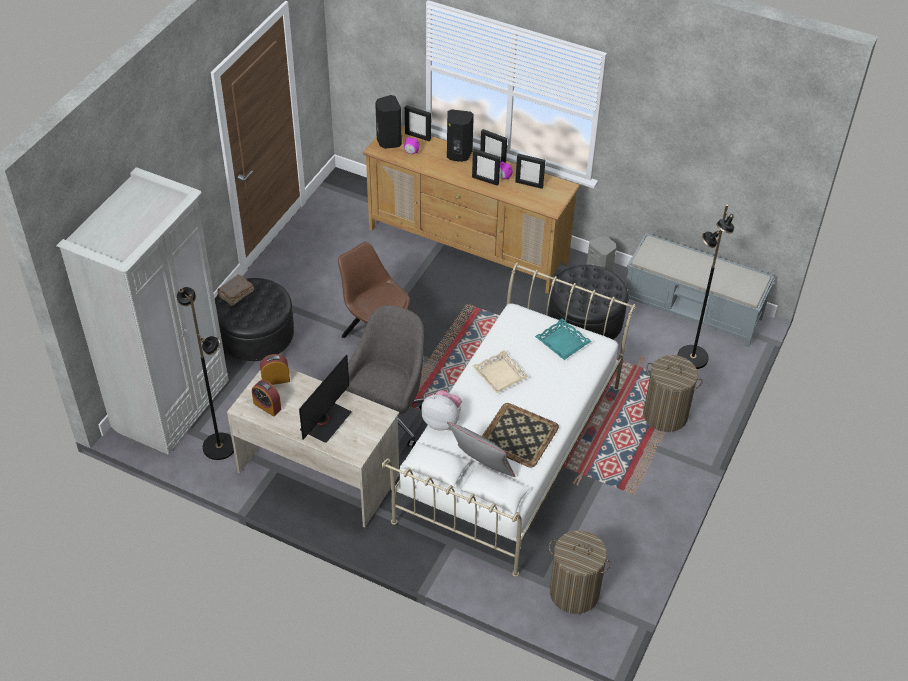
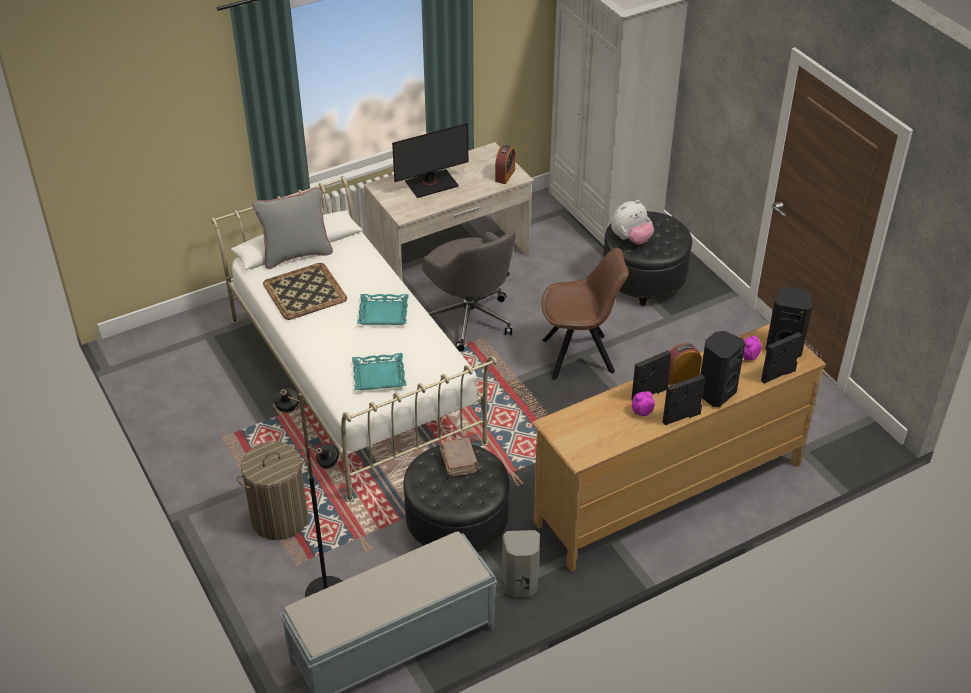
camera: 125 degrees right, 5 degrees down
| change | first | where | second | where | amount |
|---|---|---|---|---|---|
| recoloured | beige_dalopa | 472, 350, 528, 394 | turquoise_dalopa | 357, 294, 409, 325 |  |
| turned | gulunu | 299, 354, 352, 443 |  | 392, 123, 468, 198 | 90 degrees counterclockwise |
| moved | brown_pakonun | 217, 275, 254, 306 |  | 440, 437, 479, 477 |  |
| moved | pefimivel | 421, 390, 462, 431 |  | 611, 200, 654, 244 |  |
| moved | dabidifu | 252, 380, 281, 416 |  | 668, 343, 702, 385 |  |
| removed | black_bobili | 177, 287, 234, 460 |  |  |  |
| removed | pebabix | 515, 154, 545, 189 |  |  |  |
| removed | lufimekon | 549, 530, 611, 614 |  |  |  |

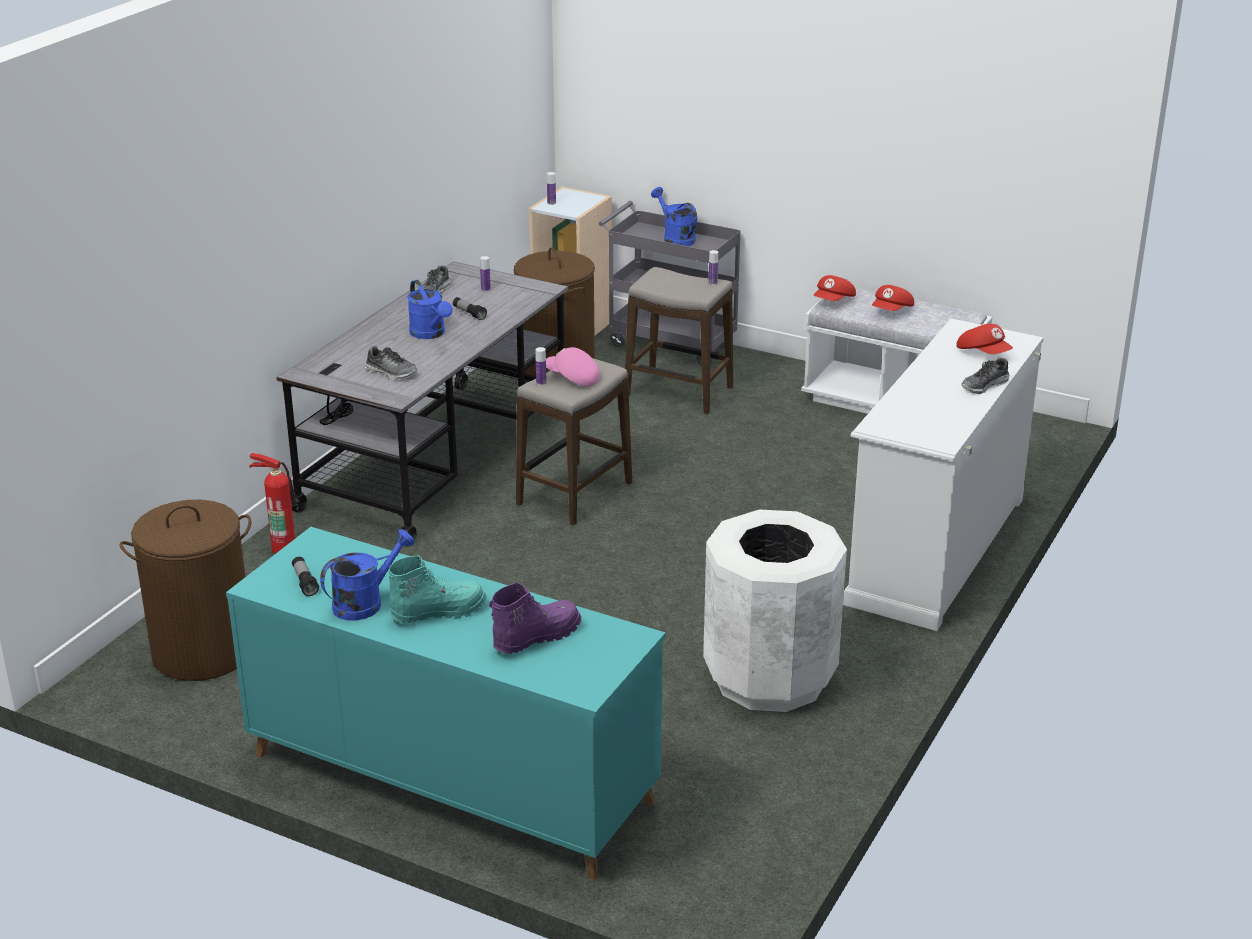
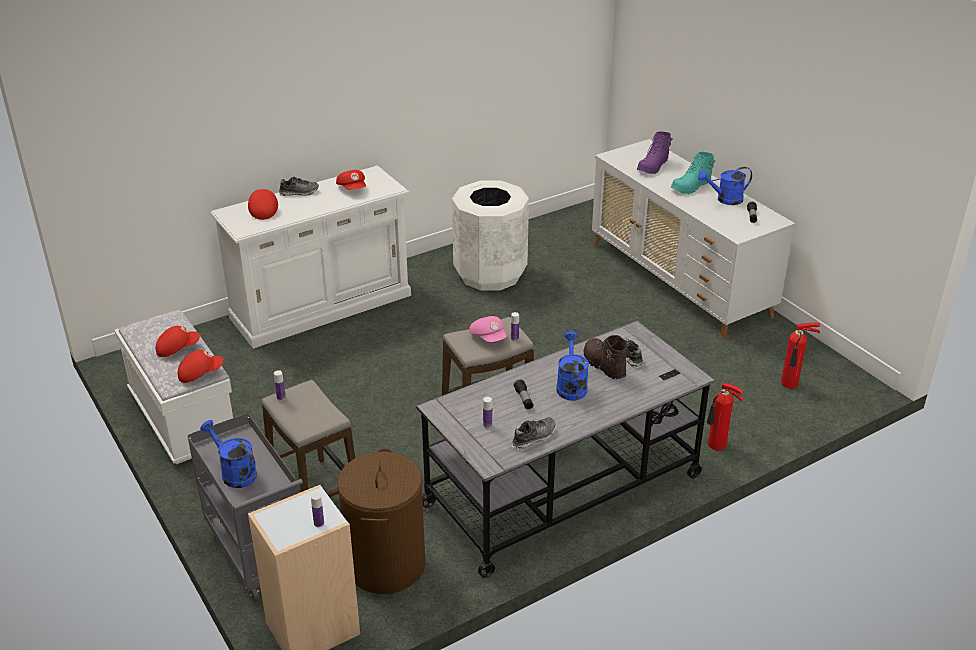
camera: 150 degrees left, 5 degrees up
| change | first | where | second | where | amount |
|---|---|---|---|---|---|
| turned | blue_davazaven | 651, 187, 697, 246 |  | 200, 420, 257, 488 | 135 degrees clockwise |
| added |  |  | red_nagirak | 336, 170, 366, 190 |  |
| added |  |  | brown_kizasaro | 583, 335, 629, 379 |  |
| recoloured | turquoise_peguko | 226, 527, 666, 880 | white_peguko | 592, 139, 795, 339 |  |
| turned | purple_kizasaro | 489, 582, 581, 654 |  | 636, 132, 673, 174 | 45 degrees counterclockwise |
| turned | turquoise_kizasaro | 388, 555, 487, 623 |  | 671, 152, 715, 194 | 45 degrees counterclockwise |
| replaced | brown_lufimekon | 120, 500, 251, 681 | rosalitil | 781, 323, 820, 388 |  |

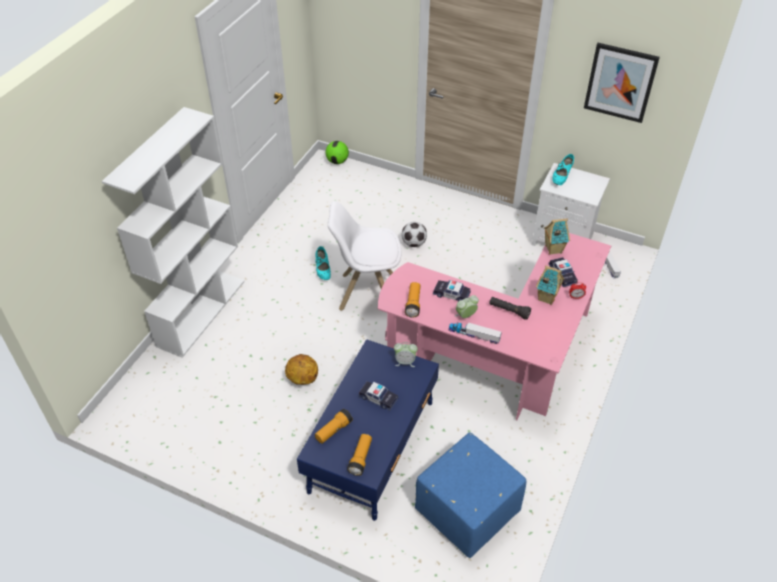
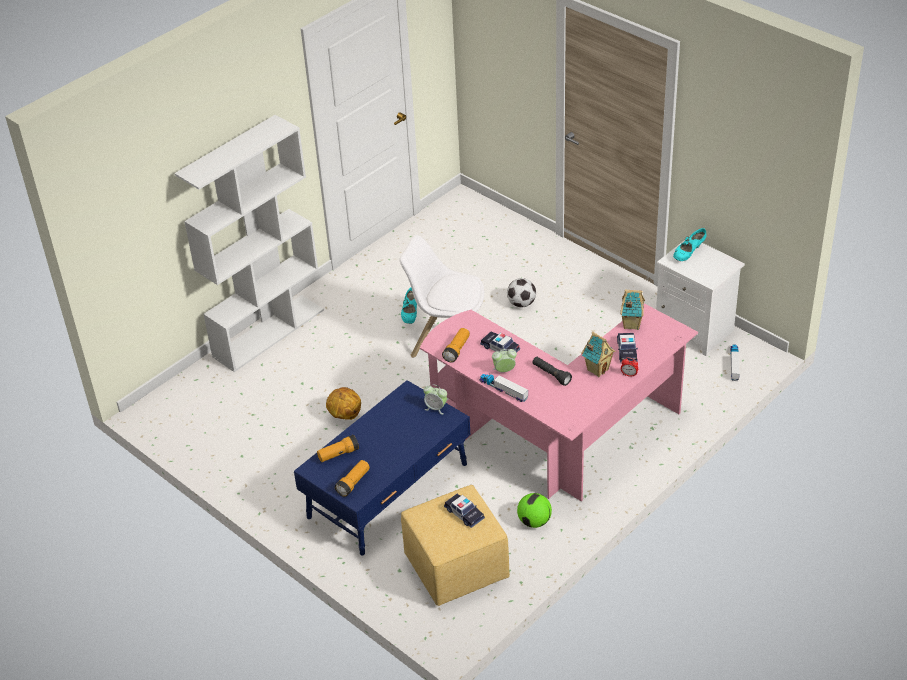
camera: 20 degrees right, 5 degrees down
| change | first | where | second | where | amount |
|---|---|---|---|---|---|
| recoloured | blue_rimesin | 415, 433, 526, 558 | yellow_rimesin | 401, 485, 510, 606 |  |
| moved | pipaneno | 358, 381, 398, 410 |  | 444, 494, 485, 528 |  |
| moved | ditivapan | 326, 141, 349, 164 |  | 517, 493, 552, 528 |  |
| removed | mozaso | 584, 43, 660, 123 |  |  |  |

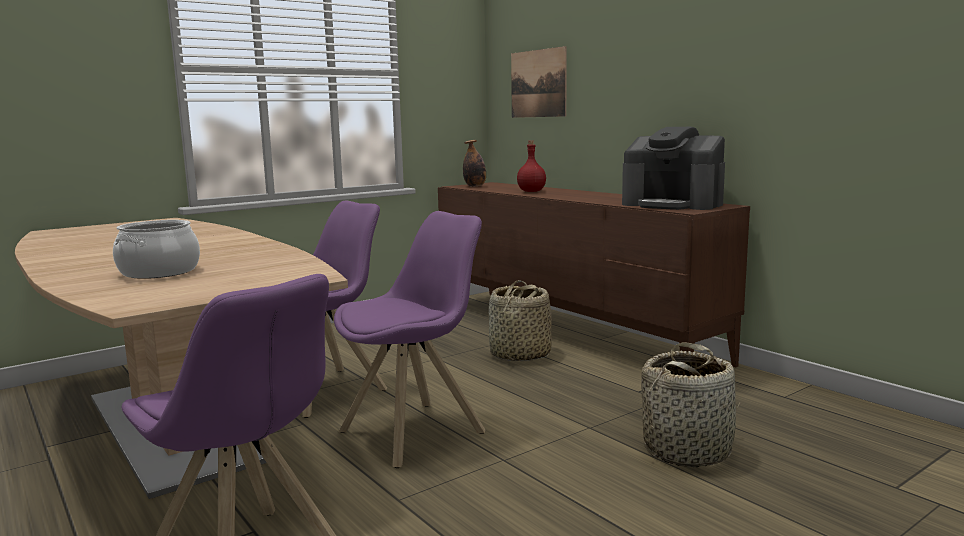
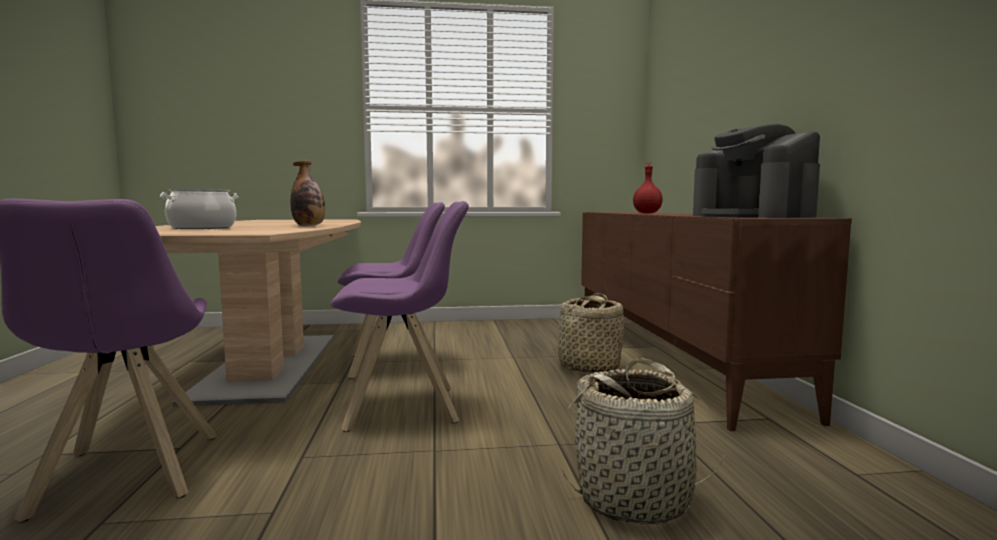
camera: 30 degrees right, 5 degrees down
| change | first | where | second | where | amount |
|---|---|---|---|---|---|
| moved | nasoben | 463, 140, 486, 187 |  | 290, 161, 325, 226 |  |
| removed | mozaso | 511, 46, 567, 118 |  |  |  |

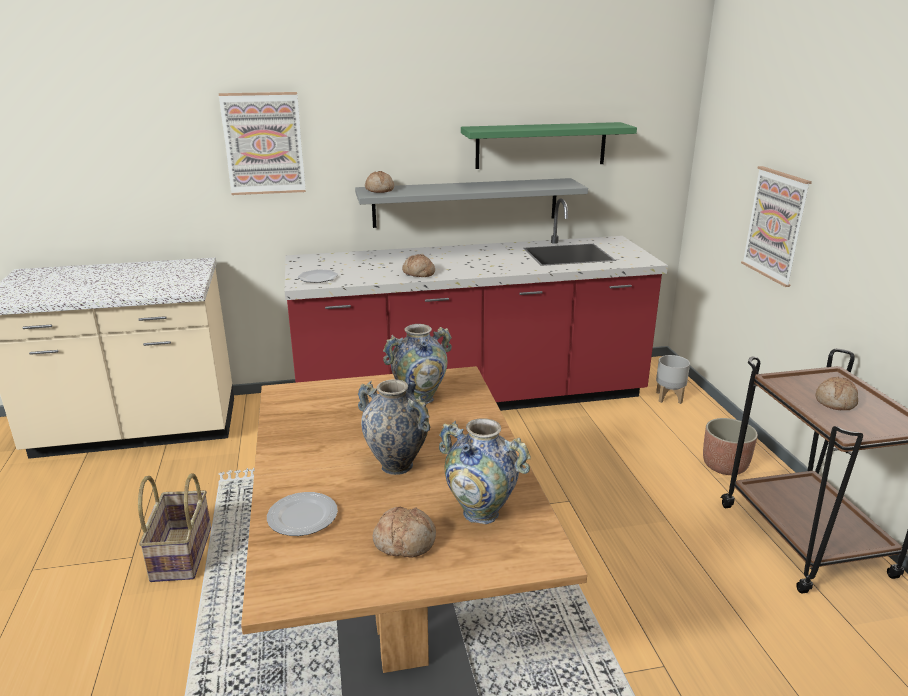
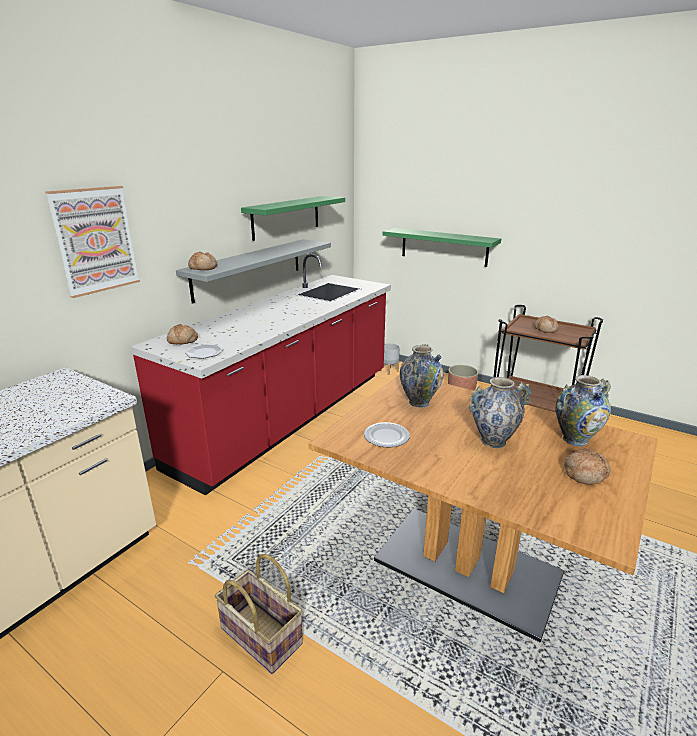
camera: 45 degrees left, 0 degrees up
| change | first | where | second | where | amount |
|---|---|---|---|---|---|
| moved | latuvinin | 402, 254, 435, 277 |  | 167, 324, 198, 344 |  |
| moved | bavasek | 267, 492, 338, 536 |  | 364, 422, 410, 447 |  |
| replaced | mozaso | 741, 166, 812, 287 | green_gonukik | 382, 228, 501, 267 |  |

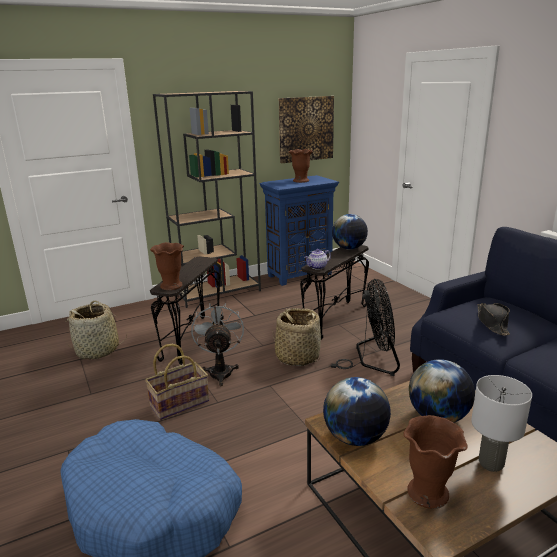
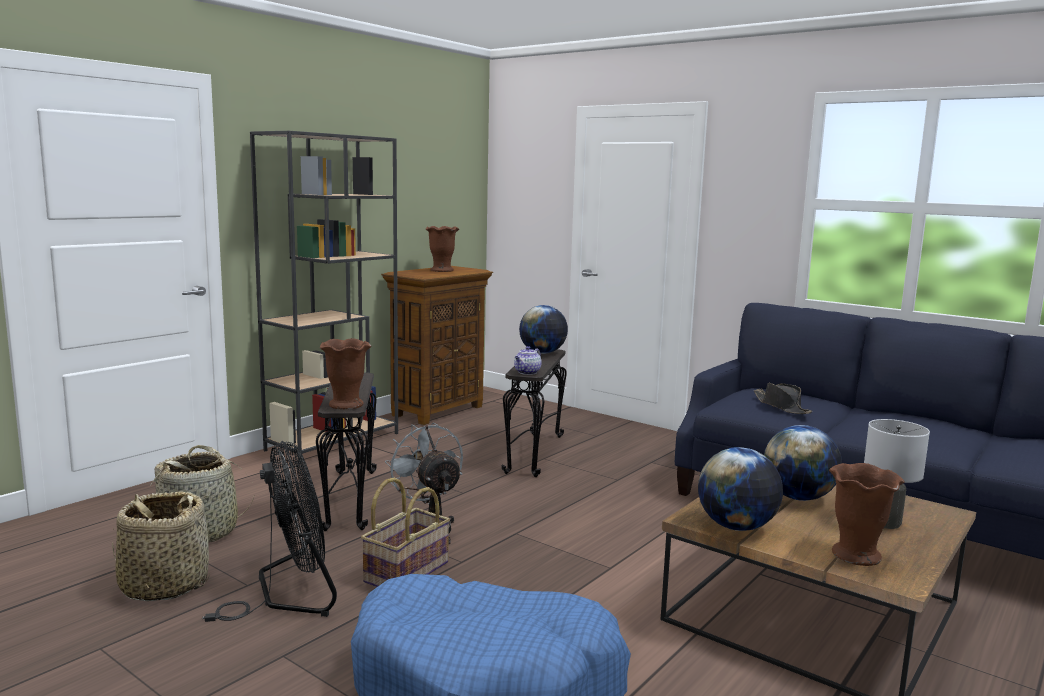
camera: 25 degrees left, 10 degrees down
| change | first | where | second | where | amount |
|---|---|---|---|---|---|
| moved | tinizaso | 273, 308, 321, 366 |  | 112, 491, 210, 601 |  |
| moved | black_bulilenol | 330, 279, 400, 376 |  | 202, 441, 337, 622 |  |
| recoloured | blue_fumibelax | 259, 175, 339, 286 | brown_fumibelax | 381, 266, 493, 425 |  |
| removed | mozaso | 279, 96, 334, 163 |  |  |  |

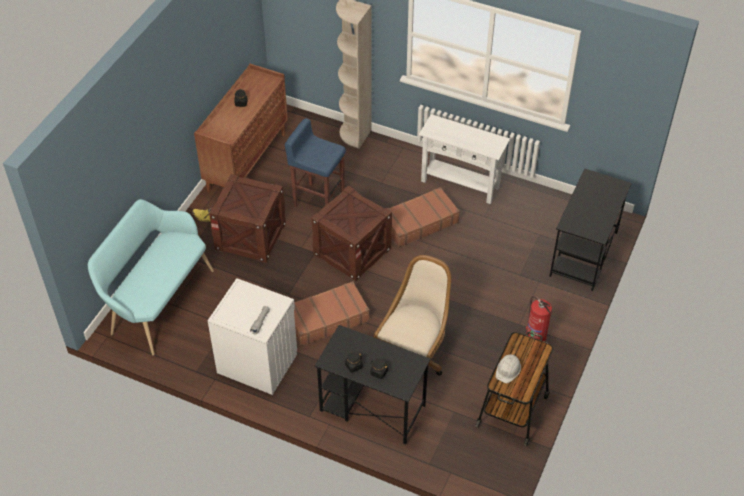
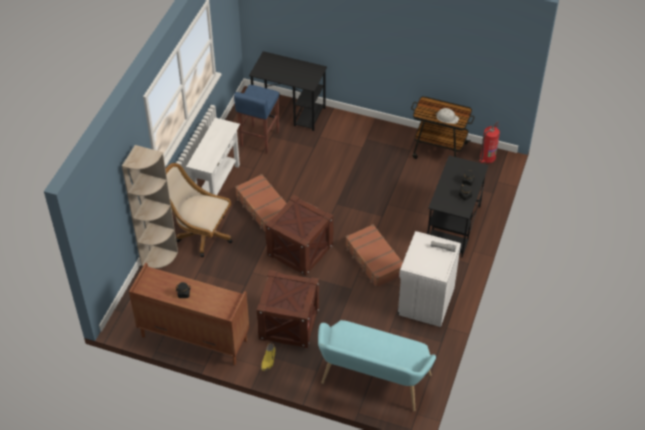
camera: 95 degrees left, 0 degrees up
| change | first | where | second | where | amount |
|---|---|---|---|---|---|
| moved | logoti | 374, 255, 451, 376 |  | 165, 163, 233, 257 |  |
| moved | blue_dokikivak | 285, 118, 346, 207 |  | 234, 85, 279, 153 |  |
| moved | rosalitil | 526, 296, 552, 344 |  | 480, 121, 500, 163 |  |

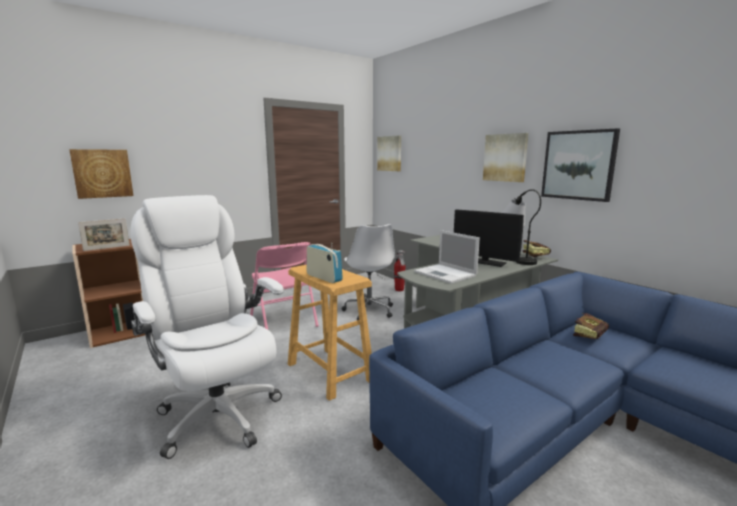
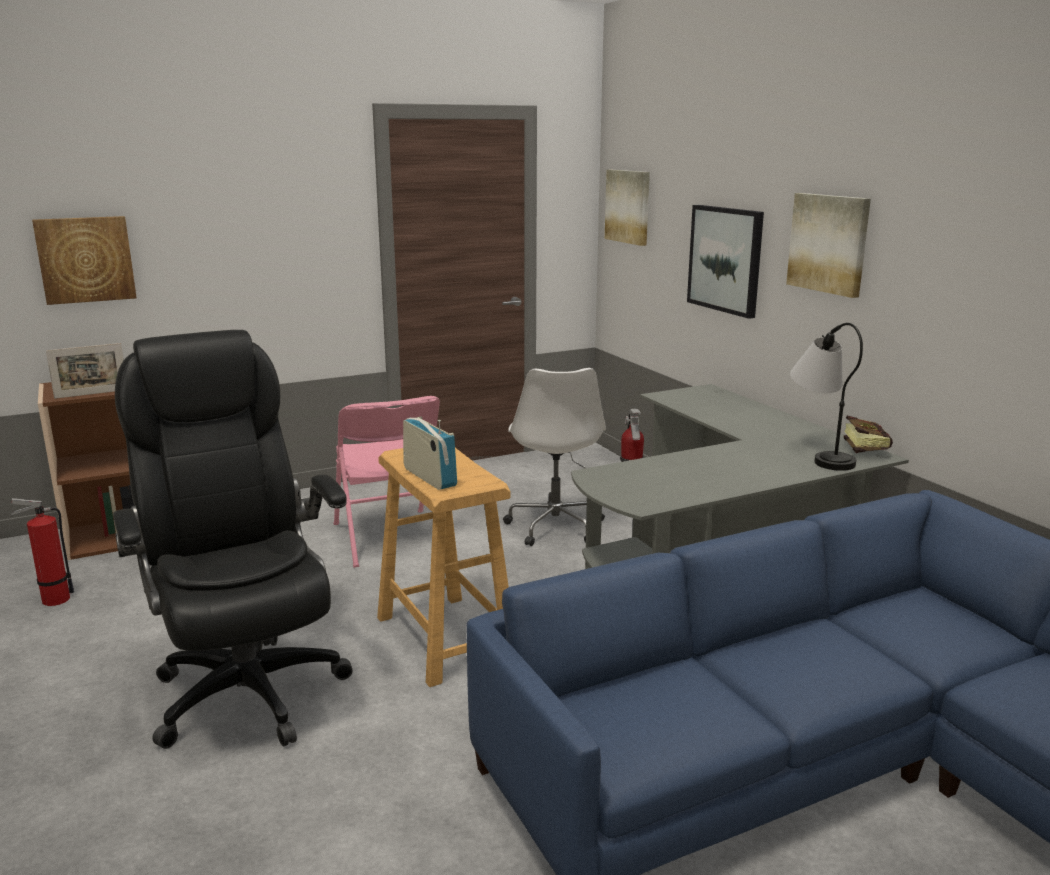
camera: 10 degrees right, 5 degrees up
| change | first | where | second | where | amount |
|---|---|---|---|---|---|
| added |  |  | rosalitil | 11, 498, 74, 606 |  |
| recoloured | white_logoti | 130, 195, 283, 459 | black_logoti | 113, 330, 353, 749 |  |
| moved | mozaso | 541, 128, 620, 202 |  | 687, 205, 764, 319 |  |
| removed | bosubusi | 414, 230, 480, 284 |  |  |  |
| removed | gulunu | 454, 209, 524, 267 |  |  |  |
| removed | pakonun | 573, 313, 609, 339 |  |  |  |

